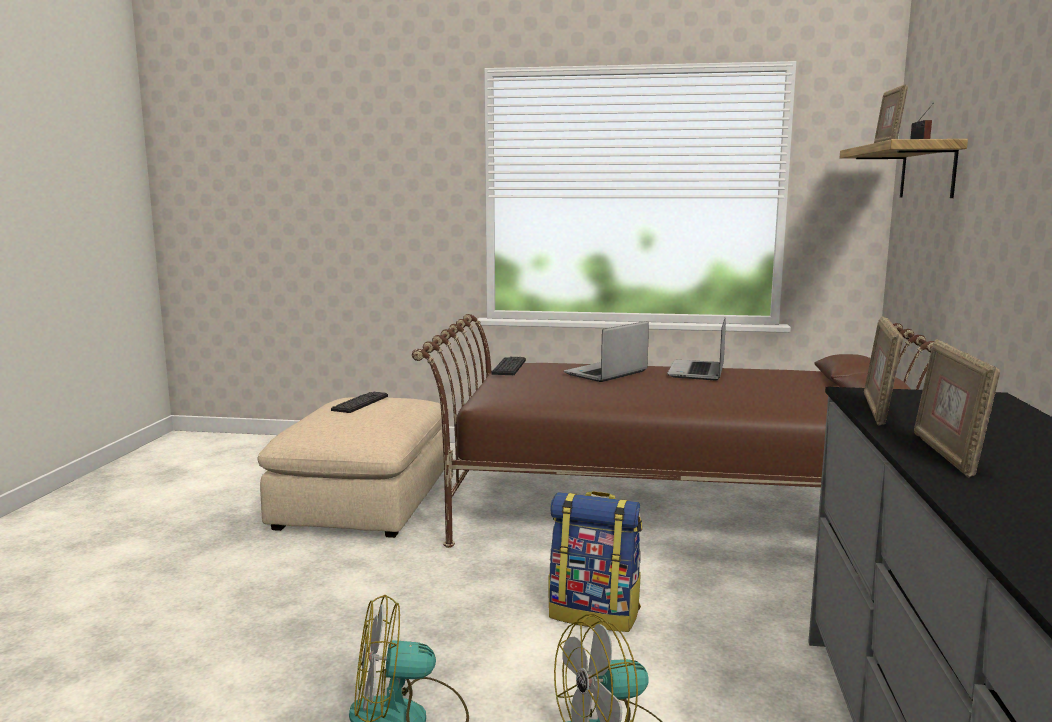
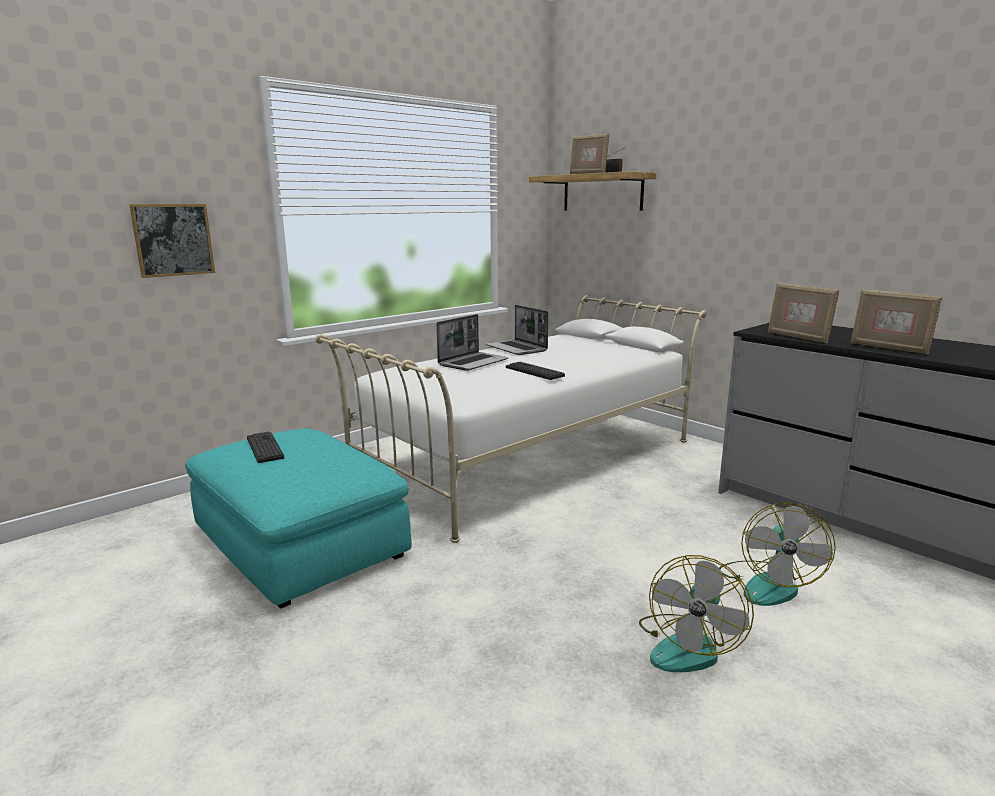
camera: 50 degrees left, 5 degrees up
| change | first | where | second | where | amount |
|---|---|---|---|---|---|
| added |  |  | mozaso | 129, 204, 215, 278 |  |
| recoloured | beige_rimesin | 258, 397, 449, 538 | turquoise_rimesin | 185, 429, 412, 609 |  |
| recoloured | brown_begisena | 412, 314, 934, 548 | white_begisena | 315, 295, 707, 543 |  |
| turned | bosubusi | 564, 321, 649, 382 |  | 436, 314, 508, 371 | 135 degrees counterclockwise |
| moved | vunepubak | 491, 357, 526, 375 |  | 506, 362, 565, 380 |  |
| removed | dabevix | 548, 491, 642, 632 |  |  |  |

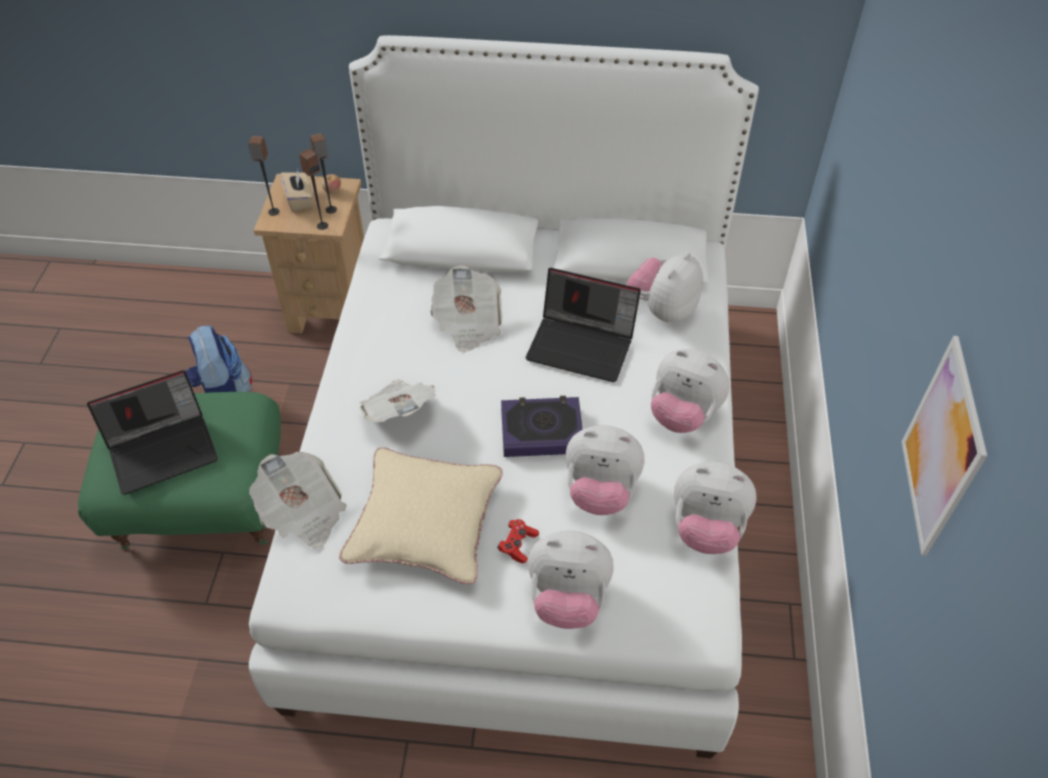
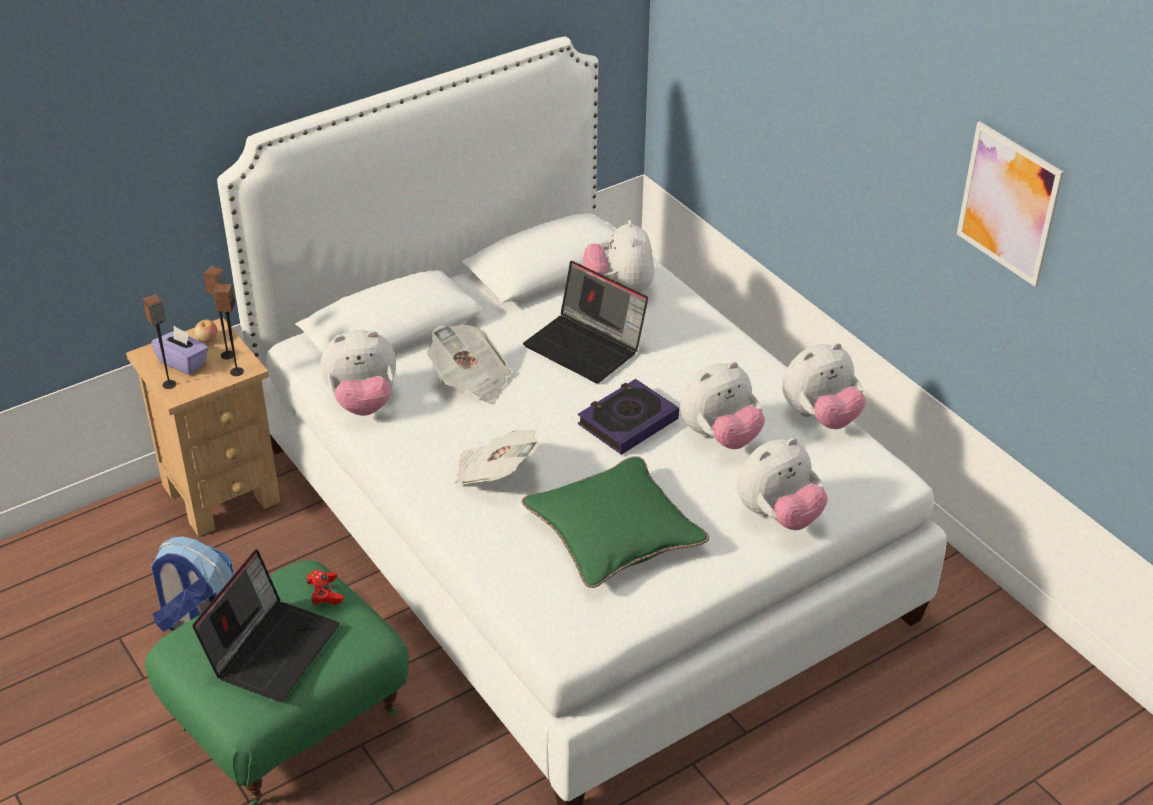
camera: 40 degrees left, 10 degrees down
| change | first | where | second | where | amount |
|---|---|---|---|---|---|
| recoloured | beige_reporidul | 280, 170, 313, 212 | purple_reporidul | 151, 326, 209, 375 |  |
| moved | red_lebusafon | 497, 519, 539, 564 |  | 306, 570, 344, 605 |  |
| moved | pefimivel | 651, 349, 729, 433 |  | 321, 330, 396, 416 |  |
| recoloured | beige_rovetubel | 339, 447, 503, 584 | green_rovetubel | 521, 456, 709, 588 |  |
| turned | bosubusi | 526, 268, 641, 382 |  | 523, 261, 648, 383 | 60 degrees clockwise |
| removed | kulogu | 249, 452, 347, 549 |  |  |  |

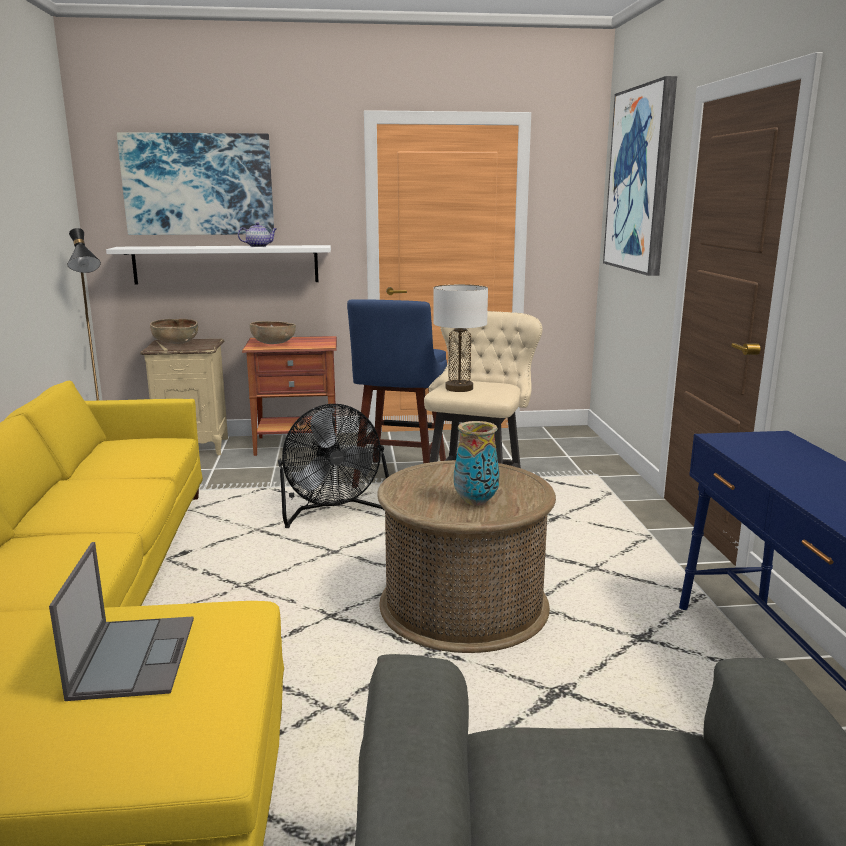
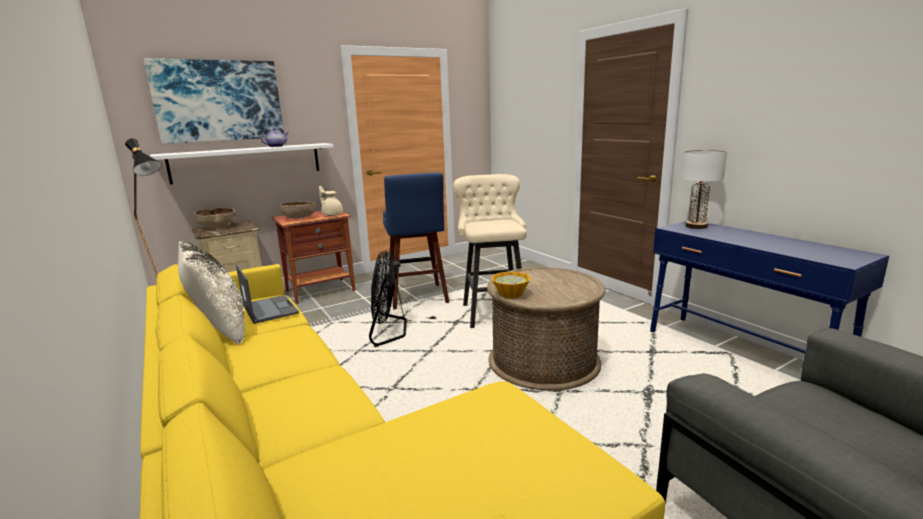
camera: 25 degrees left, 0 degrees up
| change | first | where | second | where | amount |
|---|---|---|---|---|---|
| added |  |  | beige_rovetubel | 178, 241, 245, 345 |  |
| moved | bosubusi | 49, 542, 194, 701 |  | 236, 265, 299, 324 |  |
| added |  |  | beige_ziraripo | 319, 186, 343, 216 |  |
| turned | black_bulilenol | 278, 404, 389, 528 |  | 369, 250, 437, 347 | 135 degrees clockwise |
| added |  |  | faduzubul | 491, 272, 531, 298 |  |
| moved | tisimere | 433, 284, 488, 392 |  | 680, 150, 727, 229 |  |
| removed | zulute | 454, 421, 499, 506 |  |  |  |
| removed | mozaso | 603, 76, 677, 276 |  |  |  |

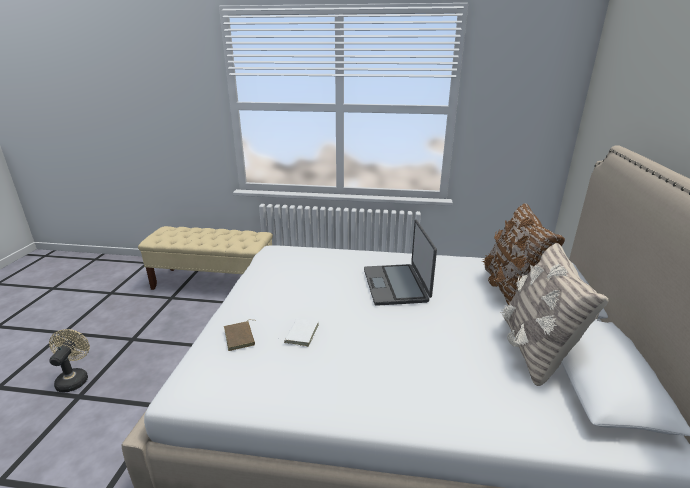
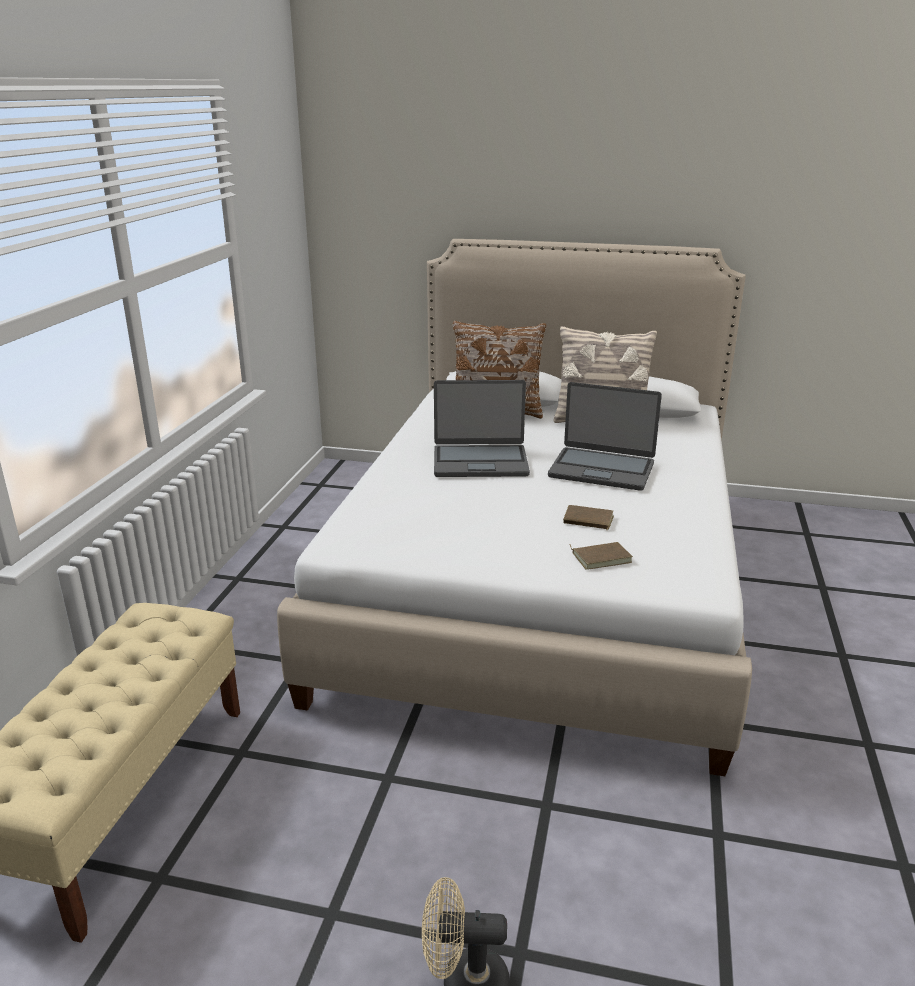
camera: 85 degrees left, 0 degrees up
| change | first | where | second | where | amount |
|---|---|---|---|---|---|
| added |  |  | bosubusi | 548, 382, 662, 491 |  |
| recoloured | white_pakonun | 278, 319, 319, 347 | brown_pakonun | 563, 505, 614, 531 |  |

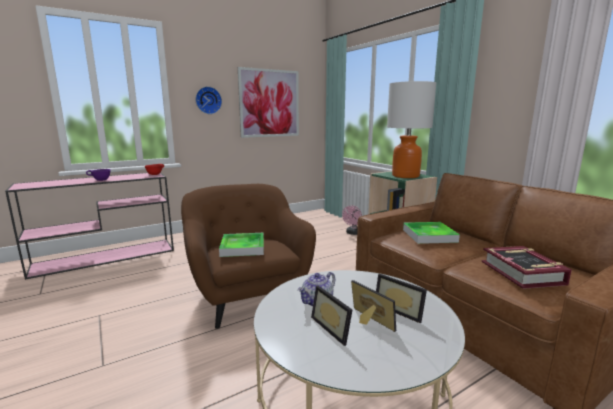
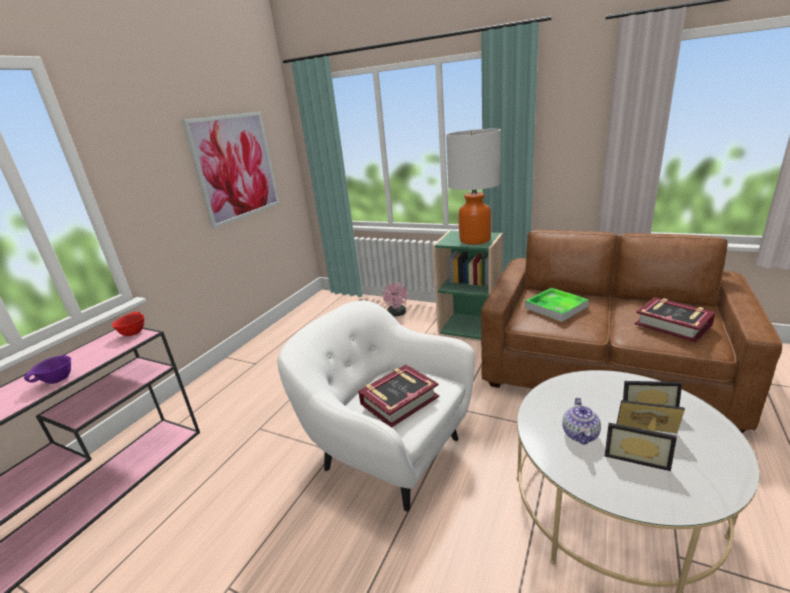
camera: 30 degrees left, 10 degrees up
| change | first | where | second | where | amount |
|---|---|---|---|---|---|
| recoloured | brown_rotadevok | 181, 184, 316, 329 | white_rotadevok | 277, 301, 475, 511 |  |
| replaced | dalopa | 219, 233, 264, 257 | pakonun | 358, 365, 439, 427 |  |
| removed | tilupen | 195, 86, 222, 114 |  |  |  |

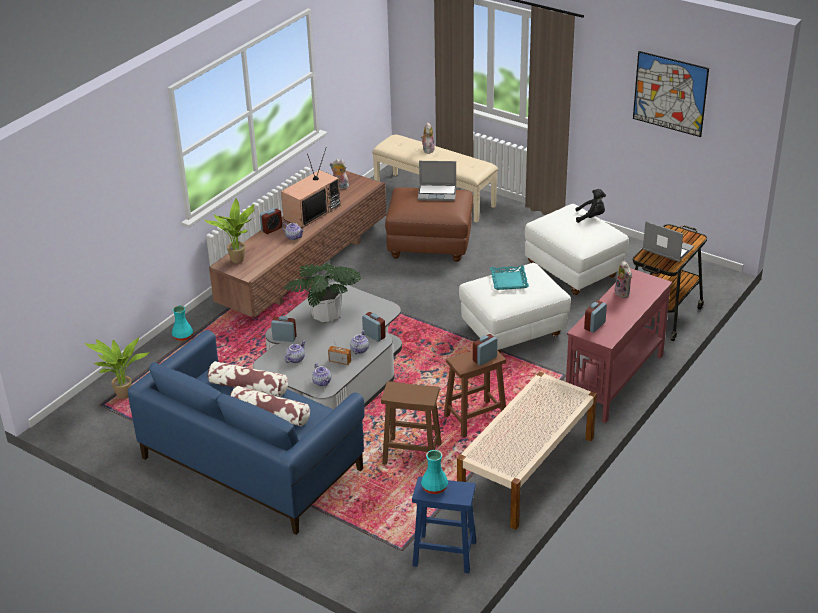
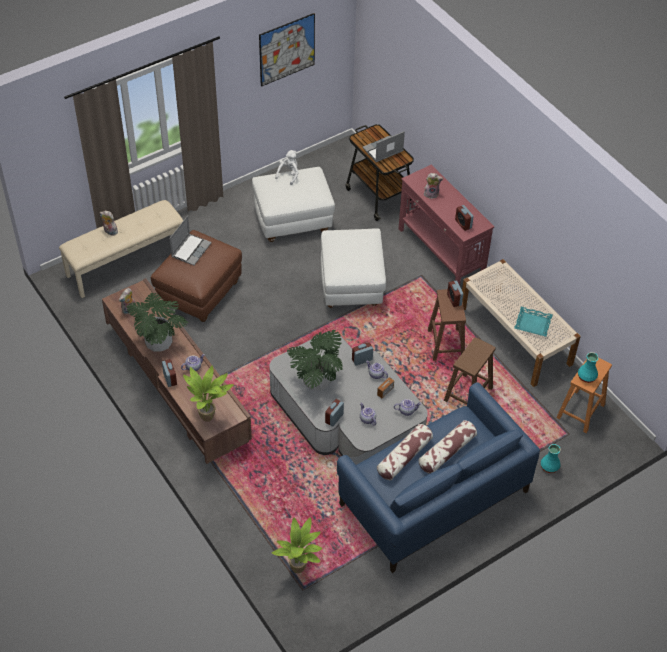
camera: 70 degrees left, 15 degrees up
| change | first | where | second | where | amount |
|---|---|---|---|---|---|
| replaced | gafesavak | 281, 147, 340, 228 | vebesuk | 126, 293, 188, 352 |  |
| recoloured | black_pefimivel | 575, 189, 606, 223 | white_pefimivel | 275, 150, 298, 185 |  |
| moved | turquoise_dalopa | 490, 266, 529, 290 |  | 514, 307, 553, 337 |  |
| moved | turquoise_zulute | 172, 305, 193, 341 |  | 541, 444, 561, 473 |  |
| recoloured | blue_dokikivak | 412, 476, 476, 573 | orange_dokikivak | 556, 358, 612, 433 |  |

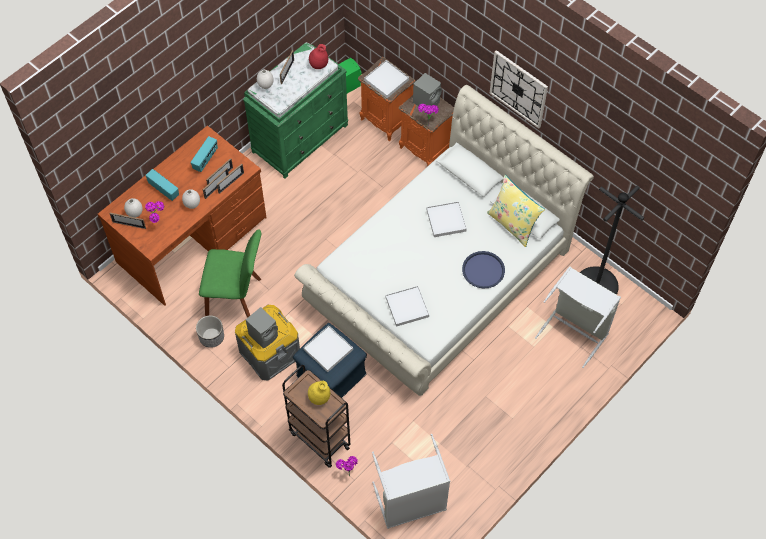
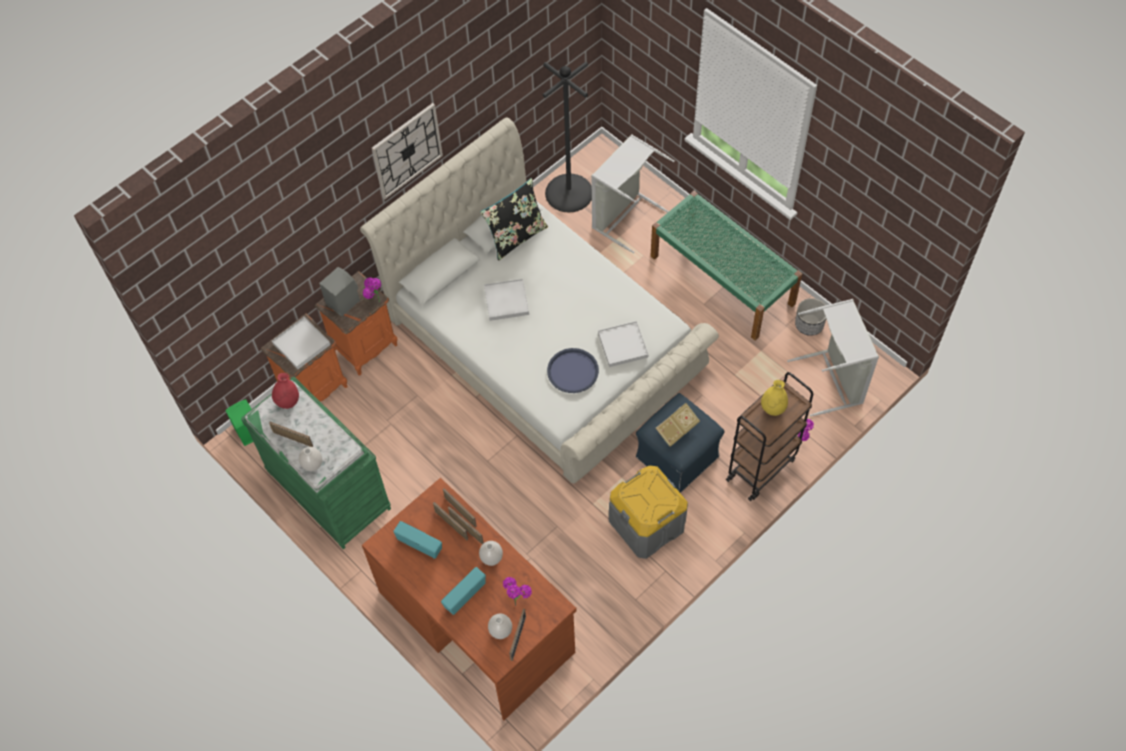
camera: 85 degrees left, 0 degrees up
| change | first | where | second | where | amount |
|---|---|---|---|---|---|
| recoloured | yellow_rovetubel | 487, 175, 545, 247 | black_rovetubel | 480, 178, 548, 261 |  |
| moved | blue_dalopa | 462, 251, 505, 288 |  | 547, 348, 599, 393 |  |
| added |  |  | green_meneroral | 650, 191, 802, 341 |  |
| replaced | white_dalopa | 303, 326, 353, 372 | pakonun | 656, 403, 700, 447 |  |
| moved | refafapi | 196, 315, 224, 348 |  | 795, 298, 826, 336 |  |
| removed | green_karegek | 199, 229, 261, 318 |  |  |  |
| removed | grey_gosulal | 246, 307, 278, 349 |  |  |  |

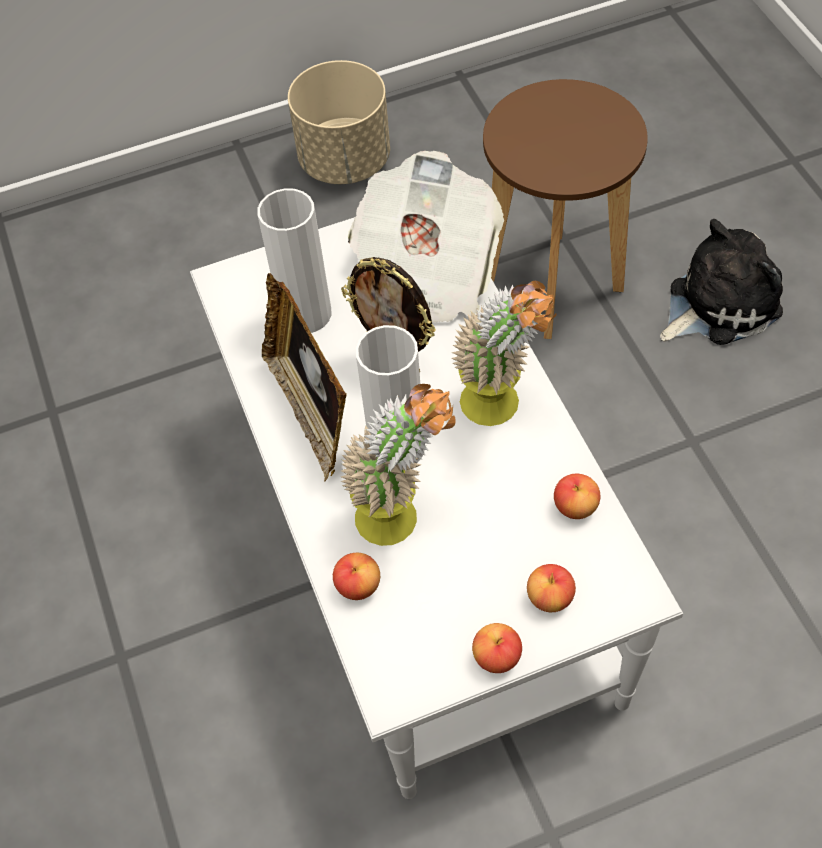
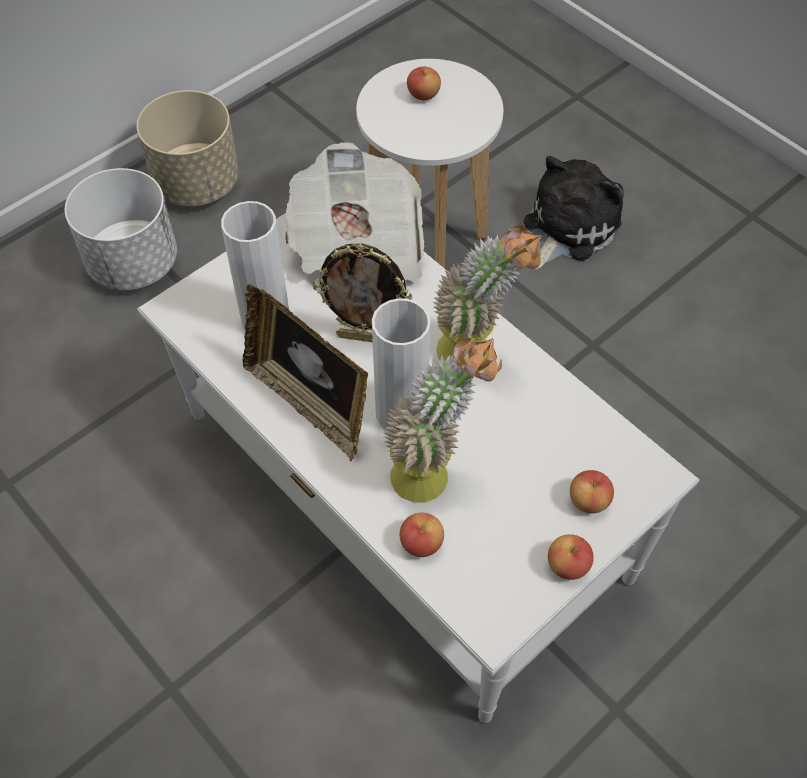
camera: 25 degrees left, 0 degrees up
| change | first | where | second | where | amount |
|---|---|---|---|---|---|
| added |  |  | white_refafapi | 65, 168, 177, 290 |  |
| recoloured | brown_dokikivak | 483, 79, 648, 339 | white_dokikivak | 356, 59, 504, 268 |  |
| moved | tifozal | 554, 474, 600, 519 |  | 407, 67, 441, 100 |  |

